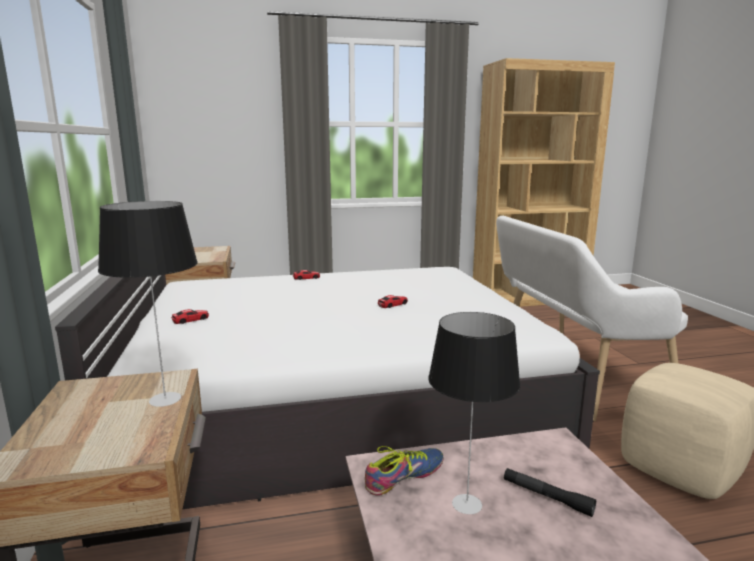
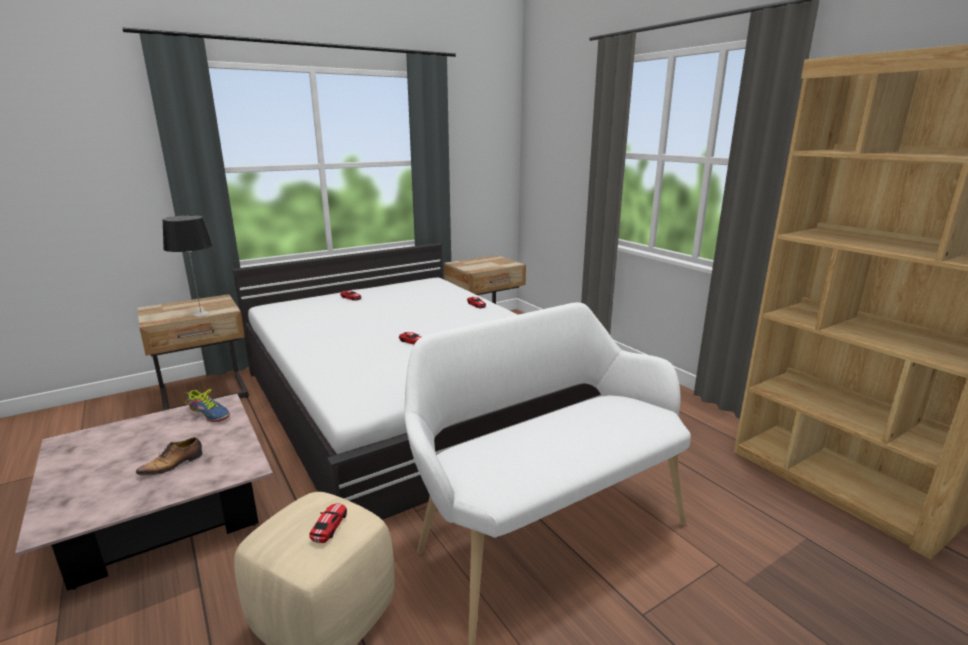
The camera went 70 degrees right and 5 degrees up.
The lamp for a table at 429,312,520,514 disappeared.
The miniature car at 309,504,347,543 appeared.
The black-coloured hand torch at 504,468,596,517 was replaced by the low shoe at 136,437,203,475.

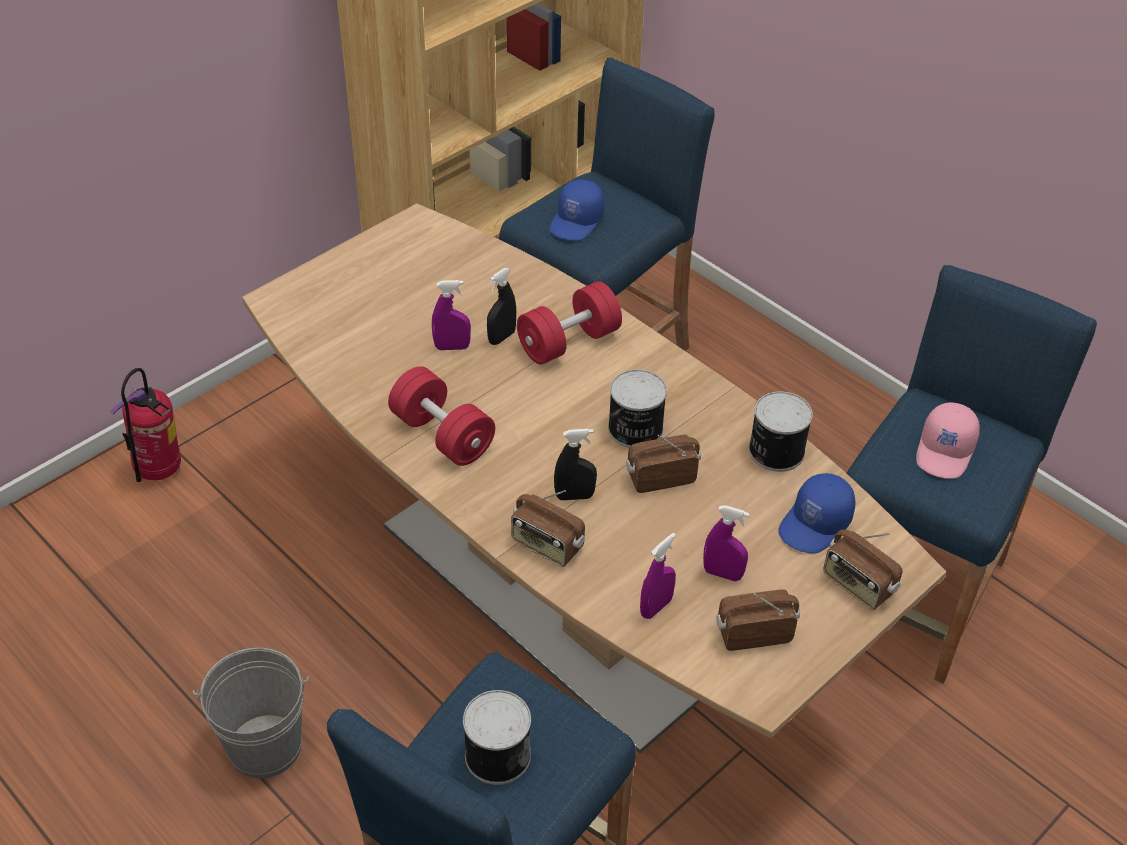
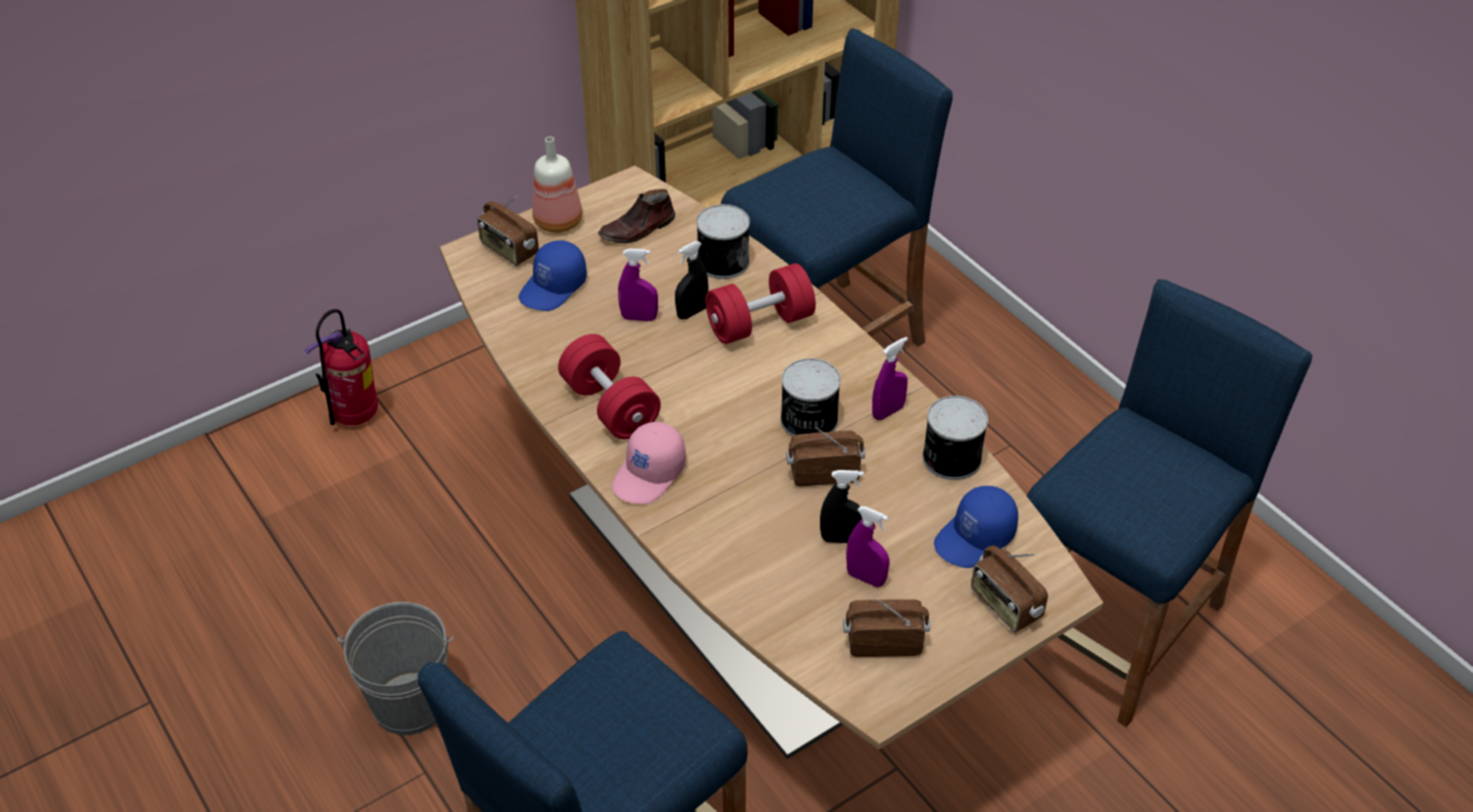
The camera went 10 degrees right and 0 degrees up.
The bottle at 532,137,582,233 appeared.
The brownish low shoe at 598,189,675,243 appeared.
The sealed can moved from 463,690,531,785 to 696,204,750,279.
The radio moved from 511,490,585,567 to 477,195,539,266.
The blue-coloured cap moved from 549,179,604,241 to 519,240,587,311.
The black-coloured sprayer moved from 554,429,597,500 to 820,470,864,543.
The purple-coloured sprayer moved from 640,533,676,619 to 872,337,908,420.
The pink-coloured cap moved from 916,402,980,478 to 612,421,686,504.

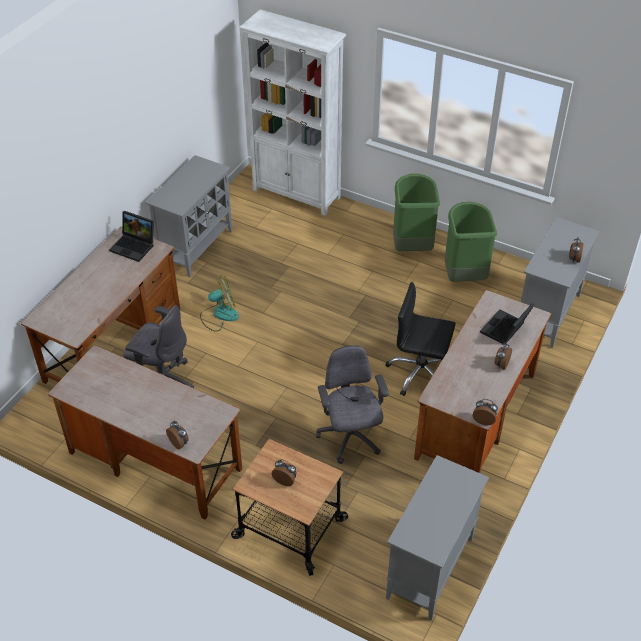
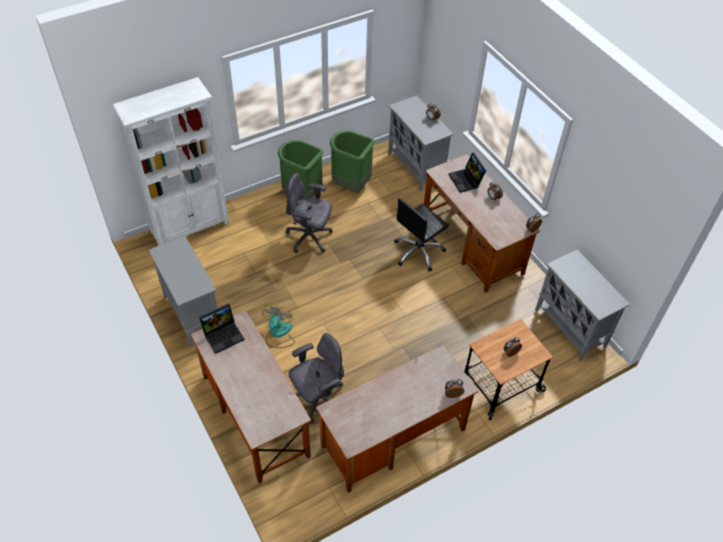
The camera went 60 degrees left and 5 degrees up.
The gray desk chair moved from 316,345,389,464 to 285,173,333,253.

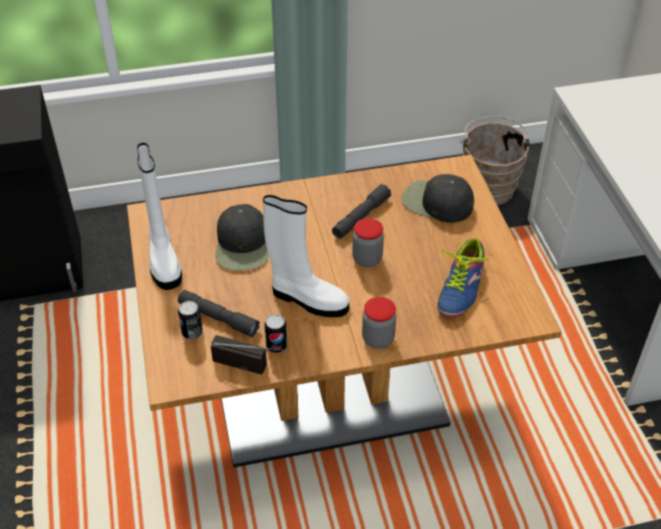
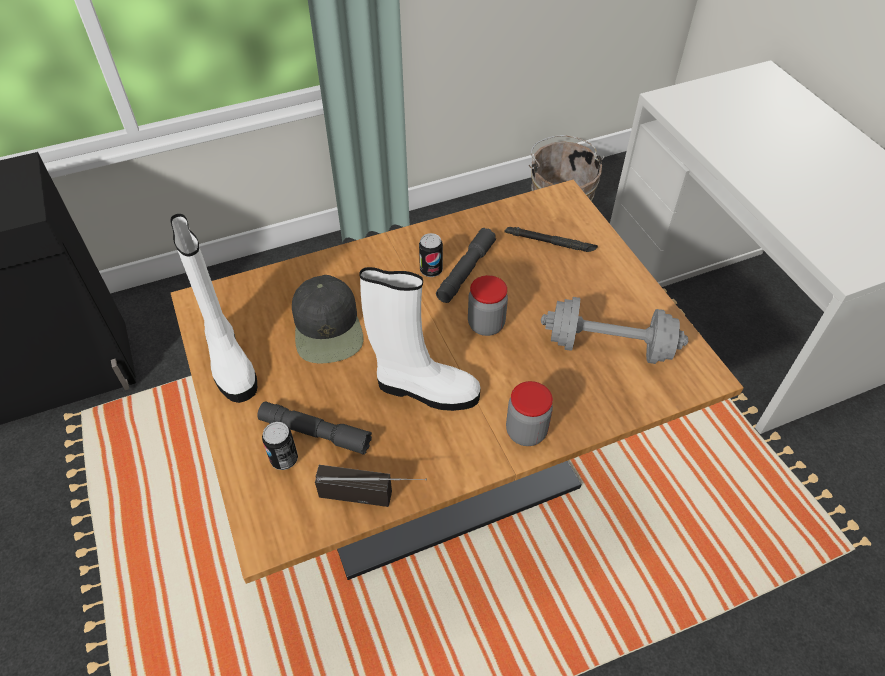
The camera went 10 degrees left and 5 degrees up.
The sealed can moved from 265,314,287,353 to 419,233,443,277.
The black-coloured cap at 402,174,474,223 was replaced by the black-coloured hand torch at 504,227,598,252.
The low shoe at 437,234,489,317 was replaced by the gray hand weight at 541,297,688,364.

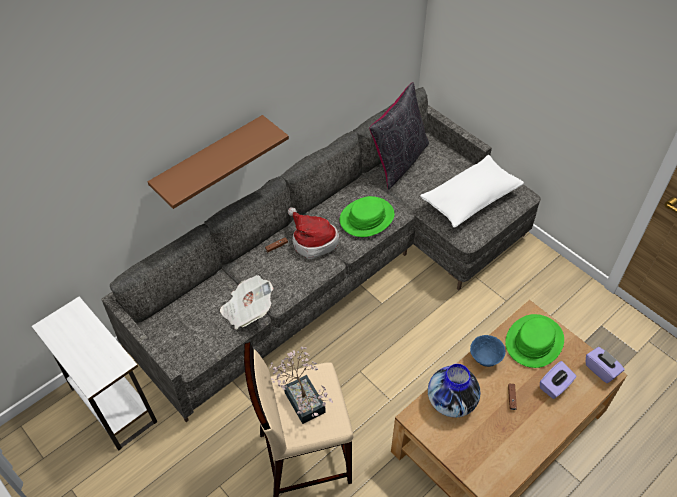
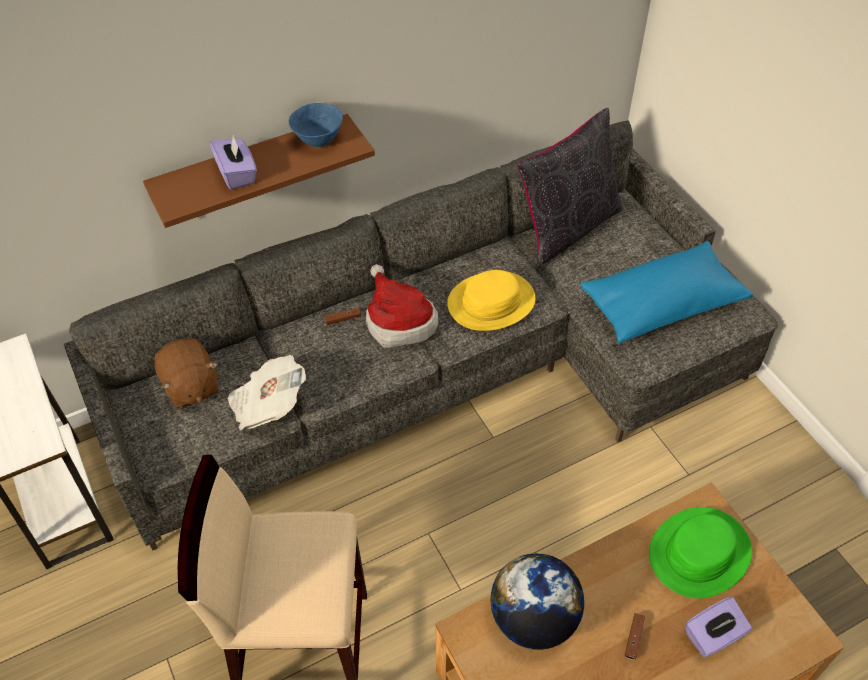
The camera went 15 degrees right and 0 degrees up.
The houseplant at 270,347,333,424 disappeared.
The brownish cuddly toy at 154,338,219,408 appeared.
The blue-coloured bowl moved from 470,335,506,367 to 289,103,343,147.
The purple-coloured tissue holder moved from 586,347,625,383 to 210,134,257,190.
The decorative vase at 428,364,481,417 was replaced by the world globe at 491,553,584,650.
The green clothing hat at 340,196,394,237 became the yellowish clothing hat at 447,270,535,331.
The white pillow at 420,155,524,228 became the blue-coloured pillow at 580,241,753,343.

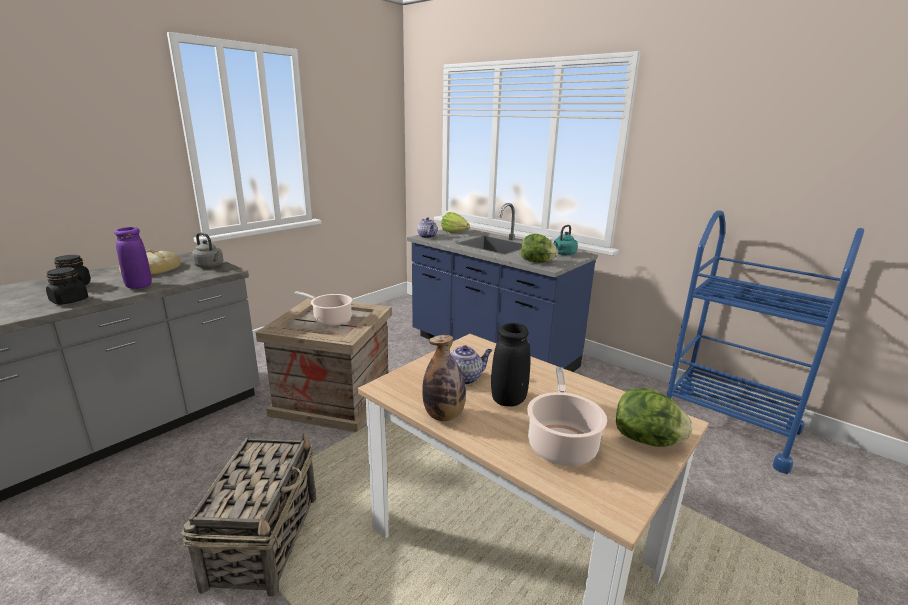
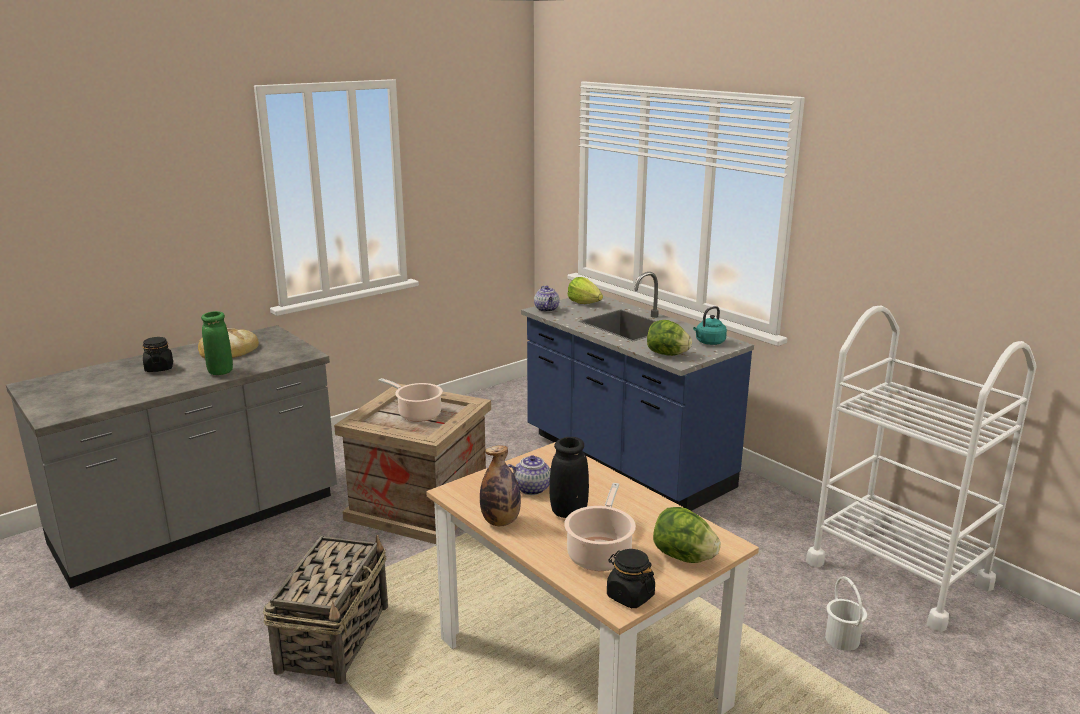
The camera went 10 degrees right and 0 degrees up.
The gray tea kettle at 192,232,223,268 disappeared.
The white water bucket at 825,576,867,651 appeared.
The black-coloured preserve jar moved from 46,267,88,305 to 607,549,655,608.
The purple-coloured decorative vase at 114,227,152,289 became the green decorative vase at 201,311,233,375.
The blue-coloured cart at 667,210,864,474 became the white cart at 806,305,1036,632.

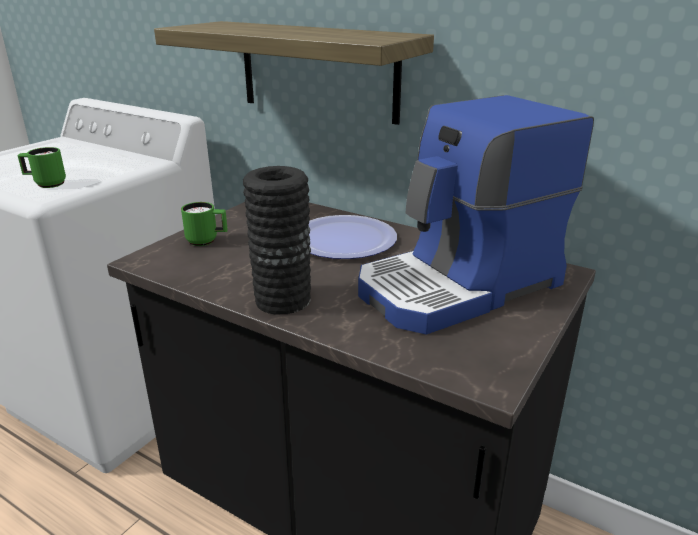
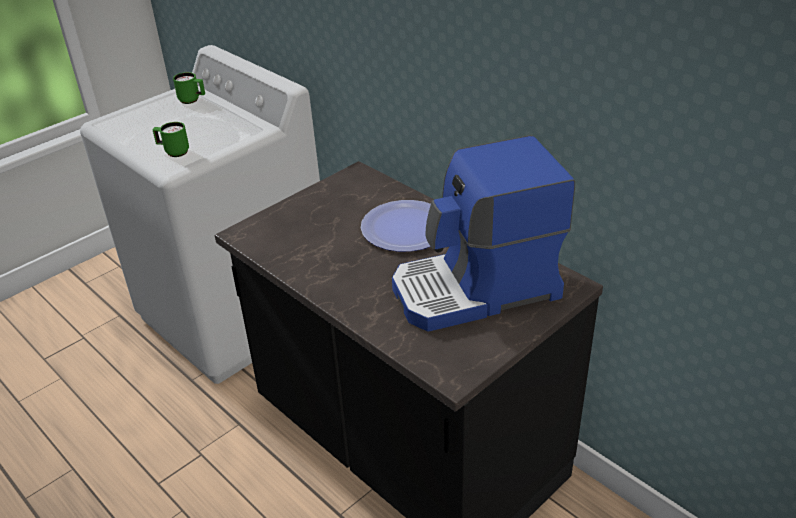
The camera went 15 degrees right and 10 degrees up.
The wall shelf at 154,21,434,125 disappeared.
The black-coloured decorative vase at 243,166,311,315 disappeared.
The green tea mug moved from 181,202,228,246 to 173,72,205,104.

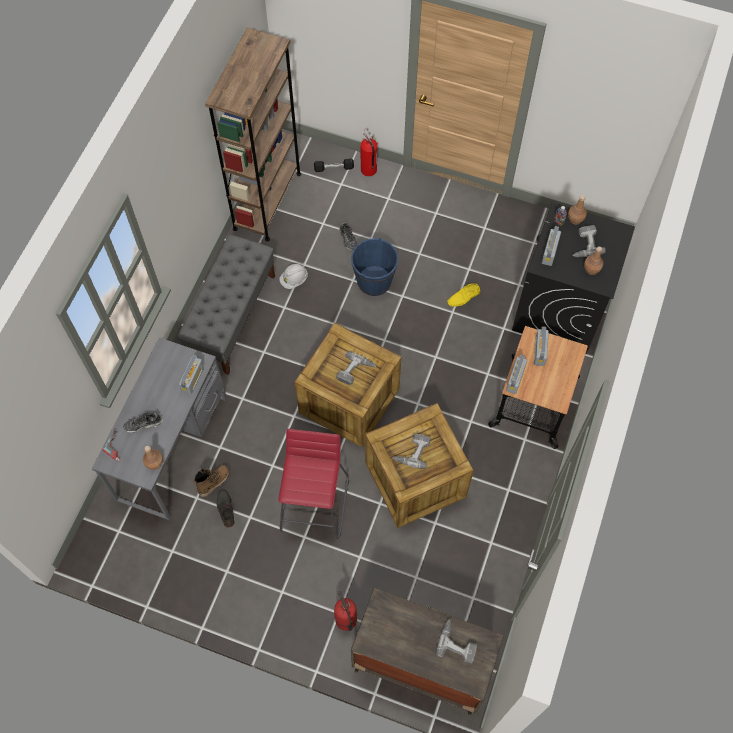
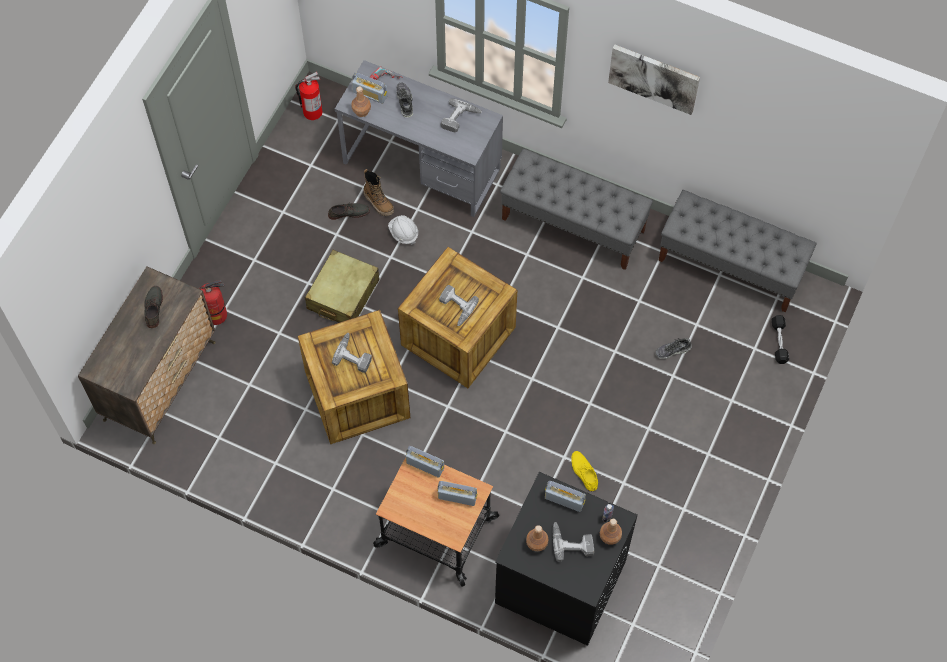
The camera went 95 degrees right and 0 degrees up.
The blue-coloured water bucket at 351,238,399,296 disappeared.
The gray low shoe at 145,286,163,328 appeared.
The picture at 608,45,700,115 appeared.
The radio moved from 179,354,204,395 to 352,73,387,104.
The white safety helmet moved from 279,264,308,289 to 388,215,418,245.
The fire extinguisher moved from 361,129,377,176 to 295,72,322,120.
The drill moved from 436,619,477,664 to 441,98,482,132.
The brownish shelving unit at 205,27,301,241 was replaced by the gray bench at 658,190,817,313.
The red-coloured stool seat at 278,429,349,539 was replaced by the beige travel case at 305,250,379,323.

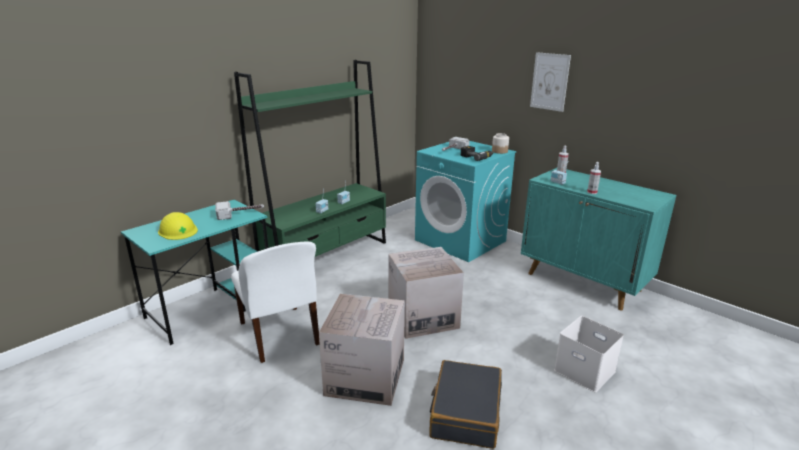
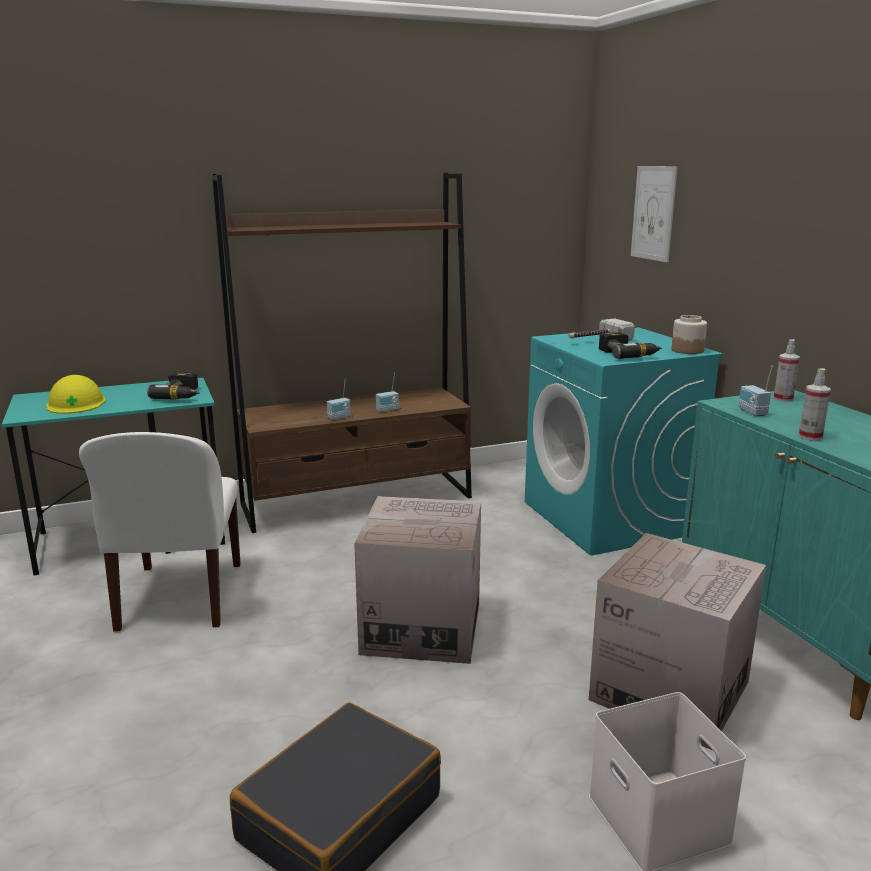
The camera went 25 degrees right and 5 degrees down.
The carton moved from 319,294,405,406 to 589,533,766,750.
The picture moved from 530,52,571,112 to 631,166,678,262.
The tool hammer at 215,201,264,220 was replaced by the drill at 147,372,200,399.
The green shelving unit at 234,60,386,257 became the brownish shelving unit at 212,173,472,533.

